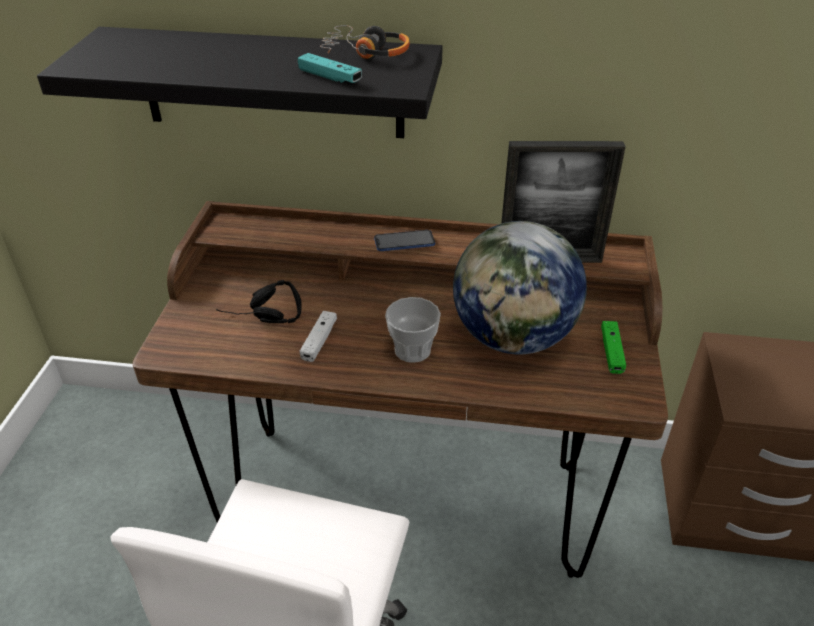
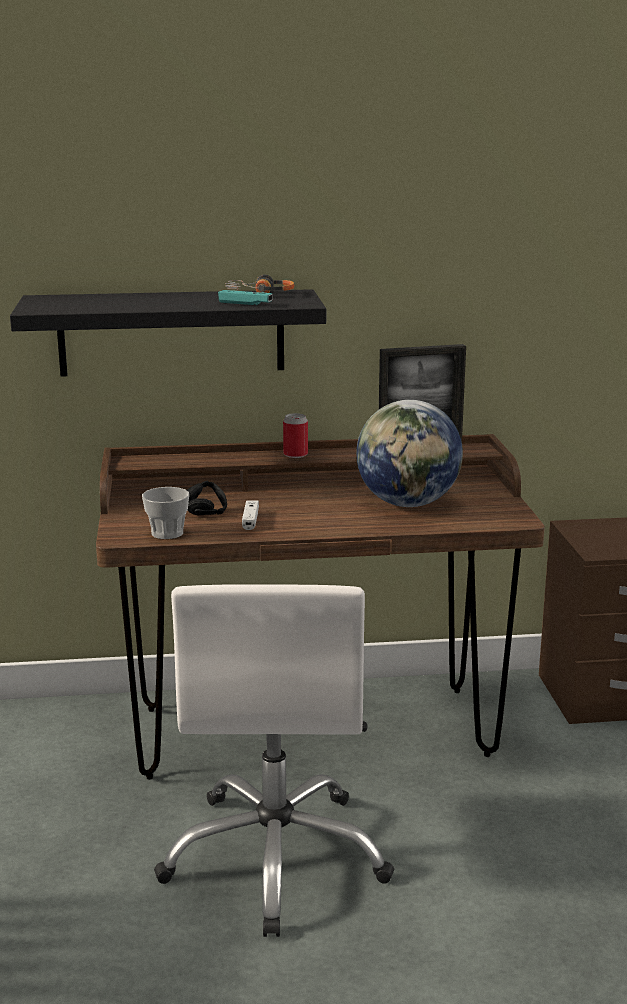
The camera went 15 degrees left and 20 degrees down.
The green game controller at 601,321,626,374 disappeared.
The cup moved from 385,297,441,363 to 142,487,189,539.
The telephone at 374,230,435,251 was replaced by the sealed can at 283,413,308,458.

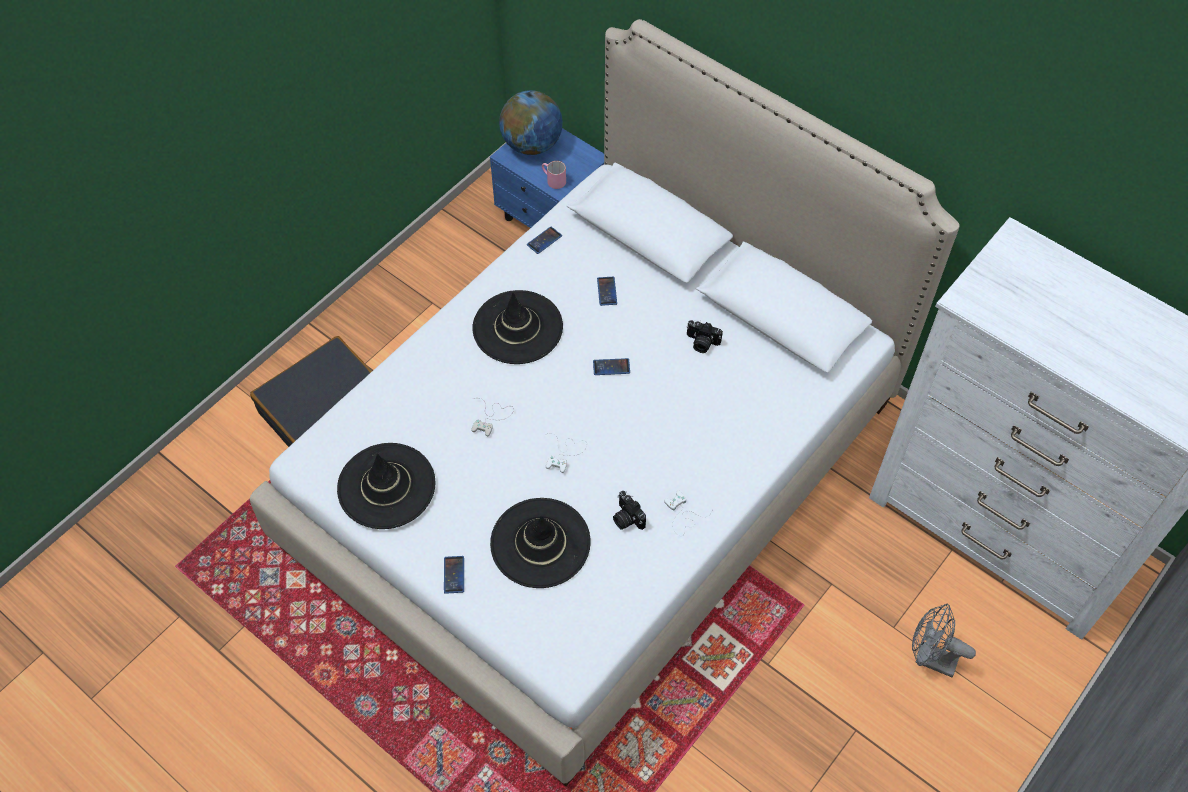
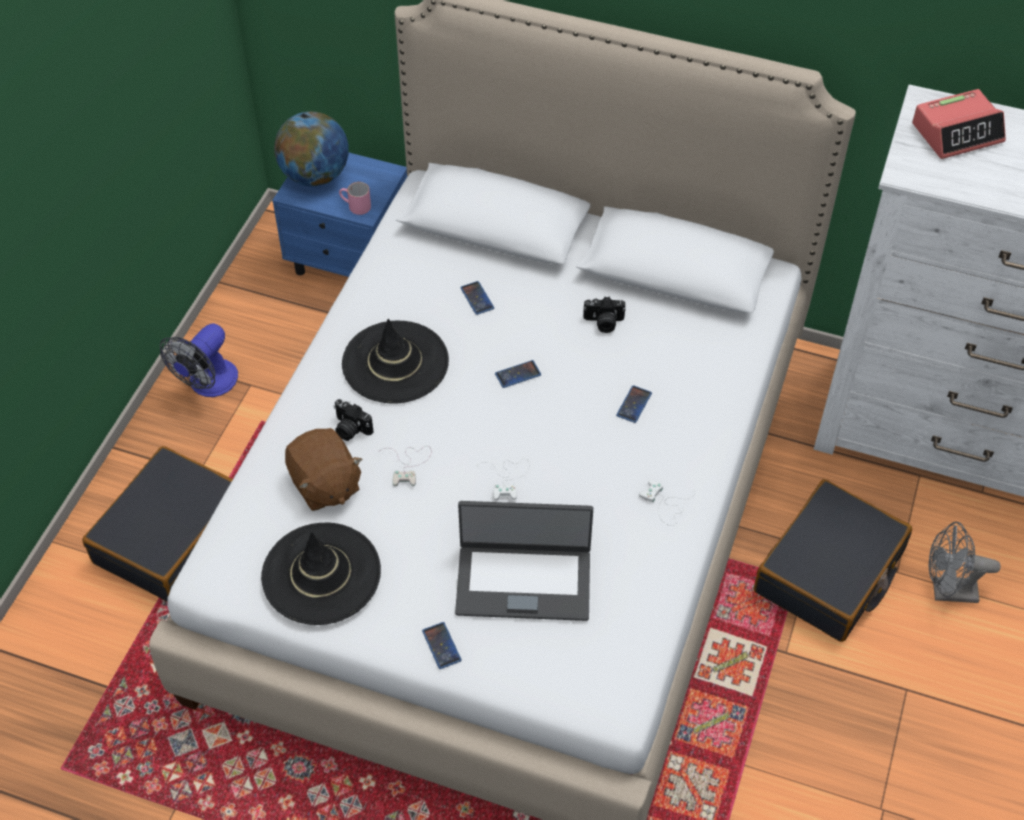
The camera went 20 degrees left and 5 degrees down.
The electric fan at 160,323,238,397 appeared.
The brownish cuddly toy at 285,428,363,511 appeared.
The black-coloured travel case at 754,479,912,642 appeared.
The bedside clock at 912,89,1006,159 appeared.
The telephone moved from 527,226,562,254 to 616,385,652,423.
The photo camera moved from 613,491,646,530 to 334,399,373,441.
The black-coloured clothing hat at 490,498,591,588 was replaced by the portable computer at 455,501,593,621.

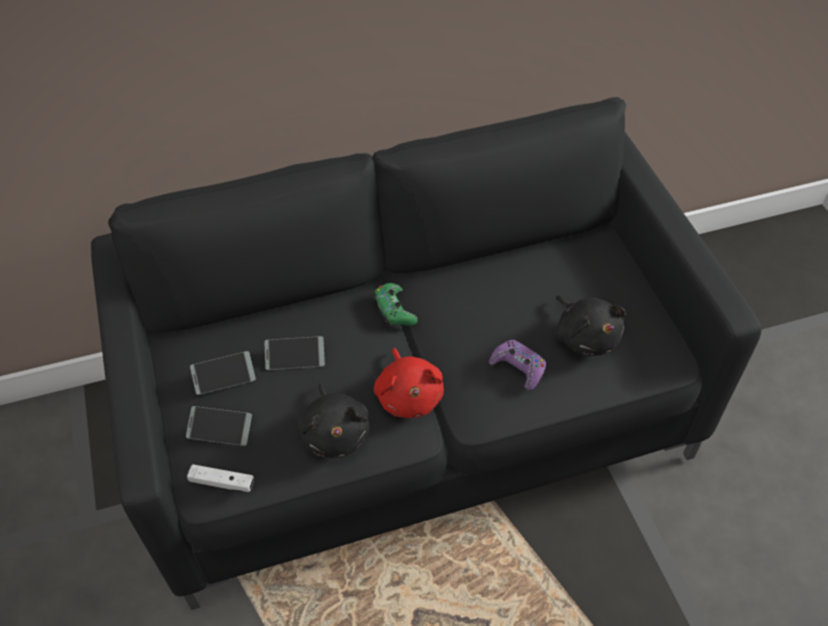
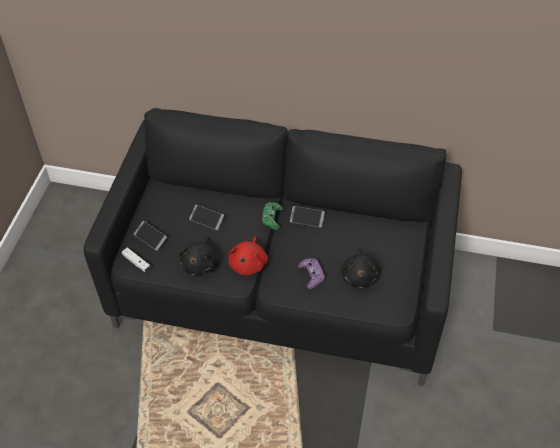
The camera went 30 degrees right and 0 degrees up.
The telephone moved from 190,351,256,395 to 290,206,325,227.

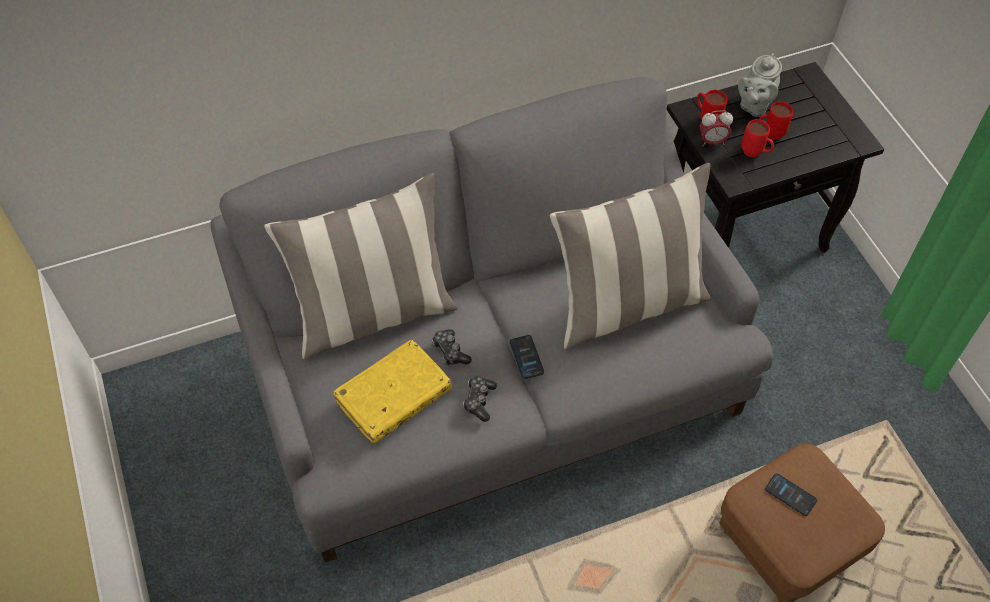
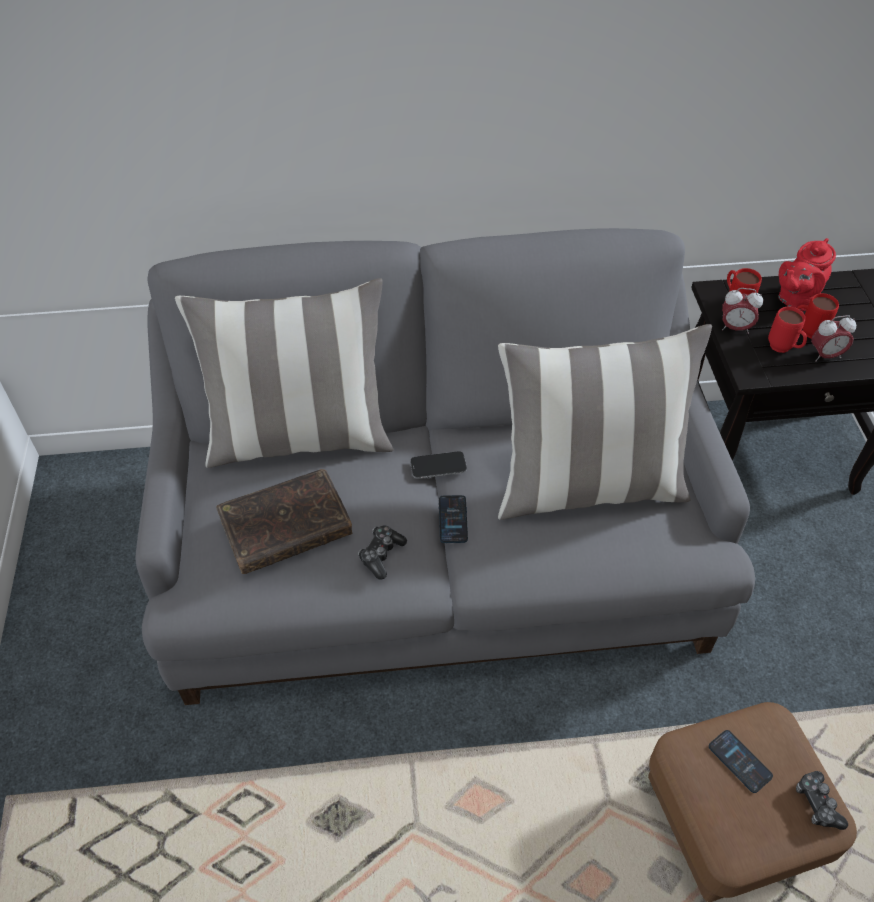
The camera went 15 degrees right and 5 degrees down.
The telephone at 410,451,467,479 appeared.
The bedside clock at 811,315,856,362 appeared.
The game controller moved from 432,329,472,365 to 796,771,848,830.
The yellowish bound book at 333,340,452,444 became the brownish bound book at 216,469,352,574.
The gray tea pot at 738,53,782,117 became the red-coloured tea pot at 778,238,836,312.

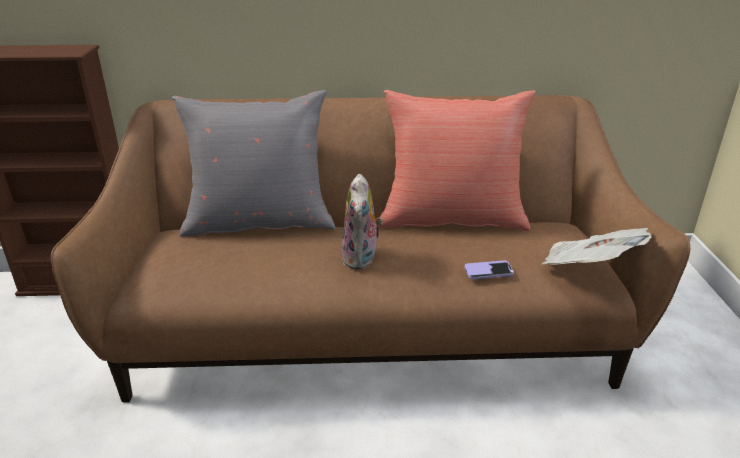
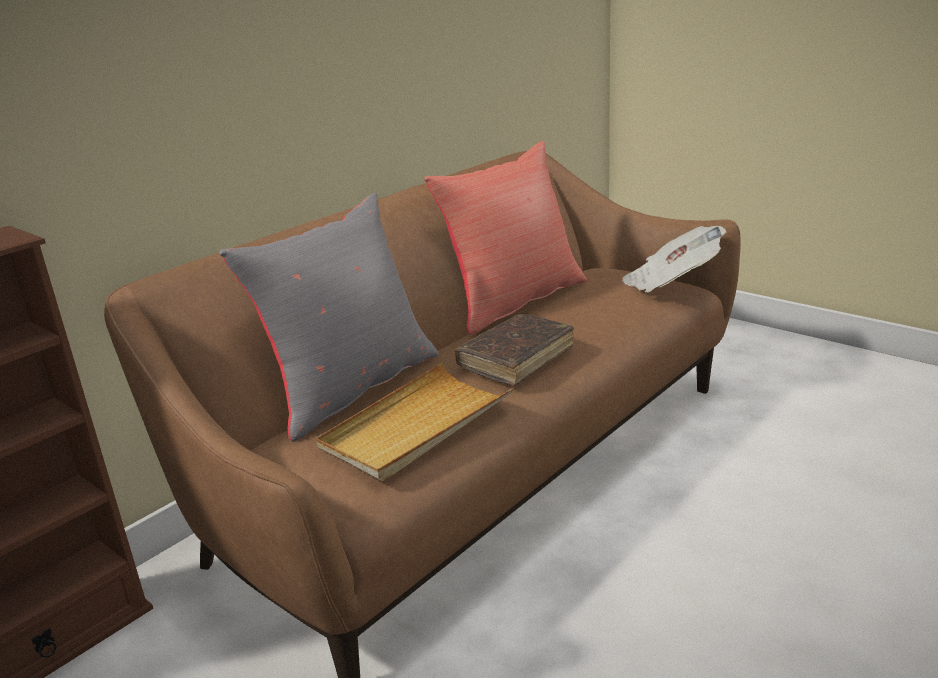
The camera went 45 degrees left and 5 degrees down.
The telephone at 464,260,514,279 disappeared.
The beige tray at 316,363,513,481 appeared.
The cuddly toy at 342,174,383,269 was replaced by the brownish bound book at 455,314,574,386.

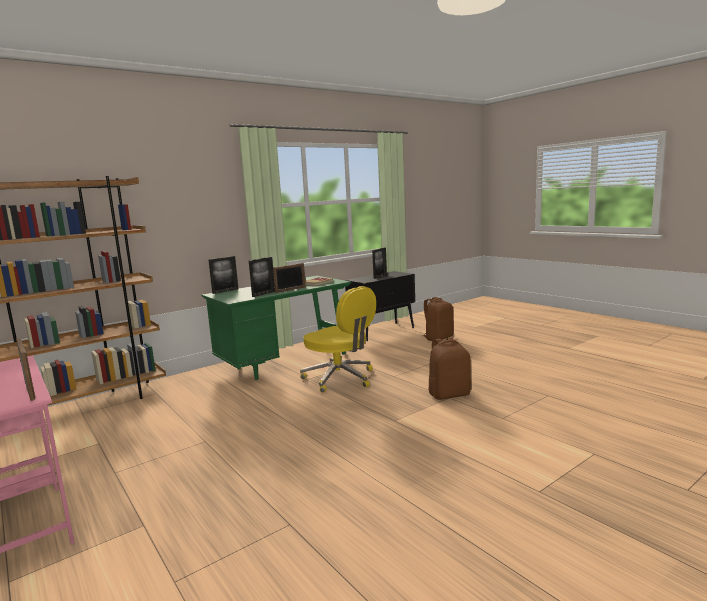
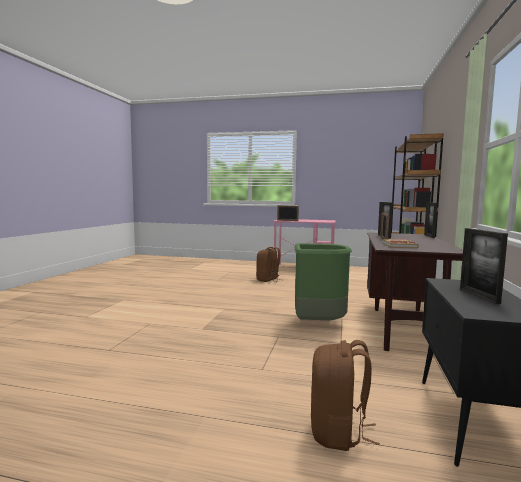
The camera went 140 degrees right and 5 degrees down.
The brownish knapsack moved from 428,337,471,400 to 256,247,281,282.
The yellowish desk chair at 300,286,376,393 was replaced by the green waste bin at 294,243,352,320.
The green desk table at 201,276,351,380 became the brownish desk table at 367,232,463,351.

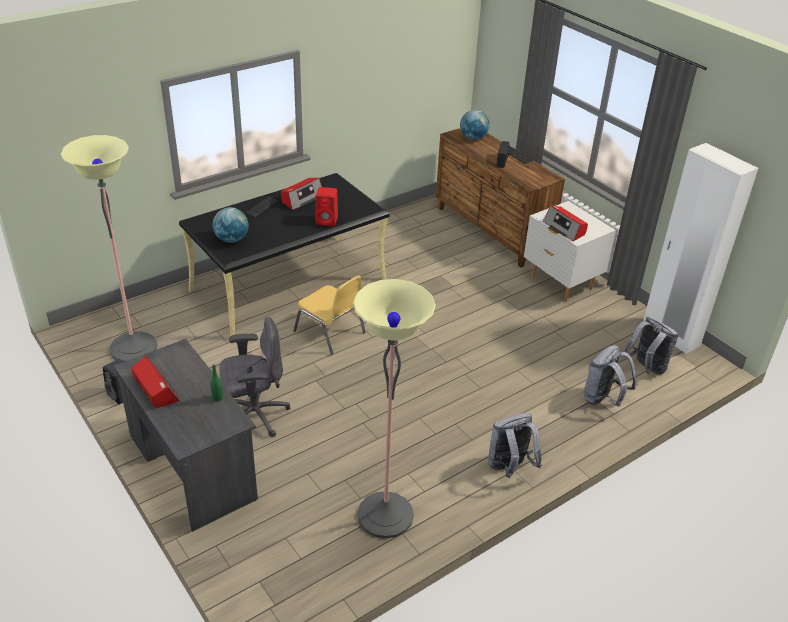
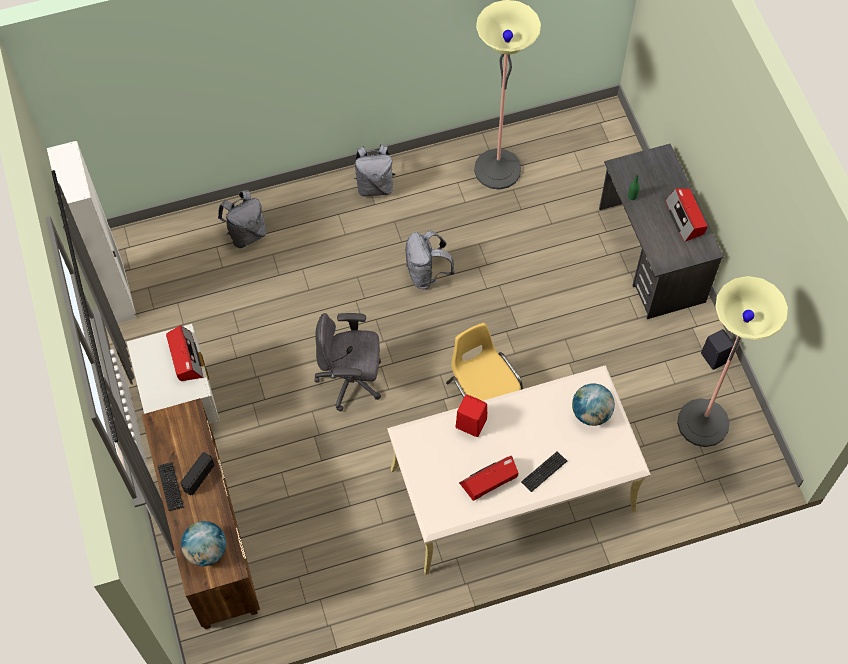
The camera went 160 degrees left and 25 degrees up.
The gray desk chair moved from 219,317,290,437 to 315,313,381,411.
The gray knapsack moved from 623,317,678,375 to 405,231,455,289.
The black-coloured desk table at 179,173,390,336 became the beige desk table at 388,366,651,575.

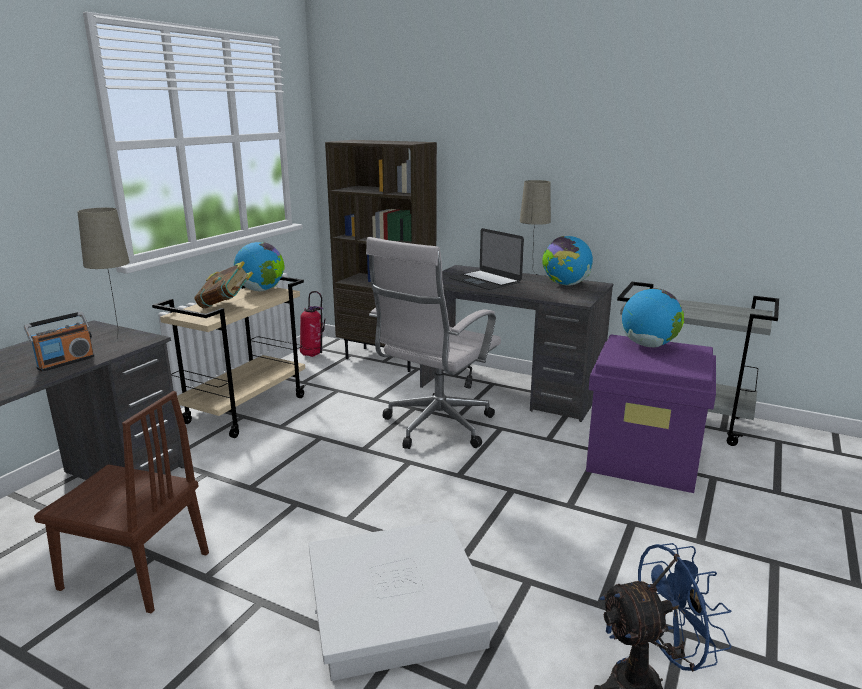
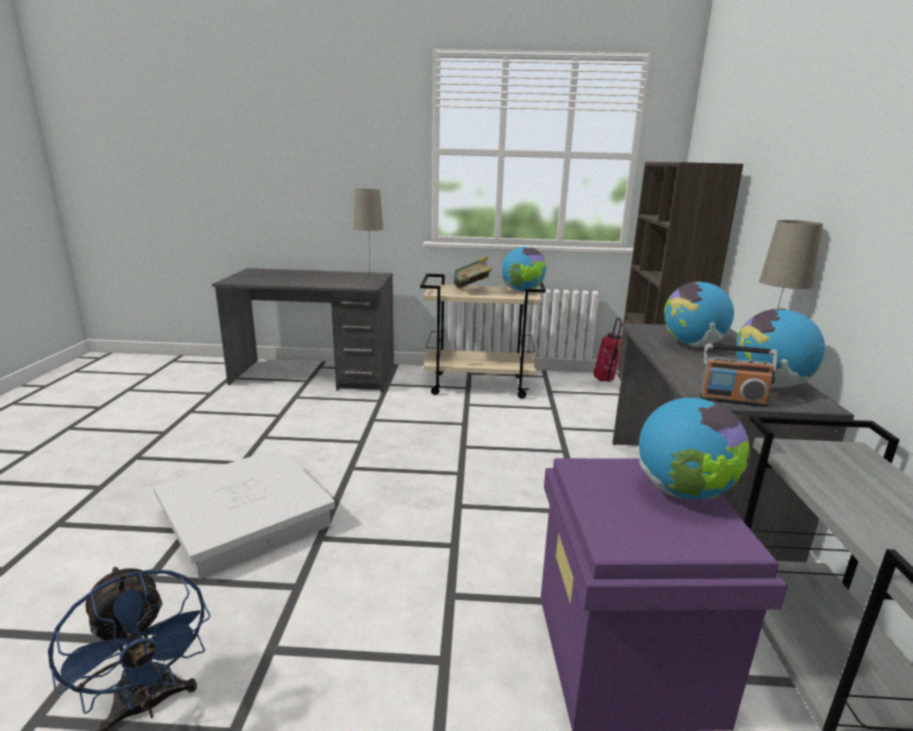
The camera went 65 degrees right and 0 degrees up.
The brownish plain chair at 34,391,209,613 disappeared.
The white desk chair at 366,237,501,449 disappeared.
The radio moved from 24,312,95,372 to 699,344,777,407.
The portable computer at 449,228,524,290 was replaced by the world globe at 664,281,734,347.

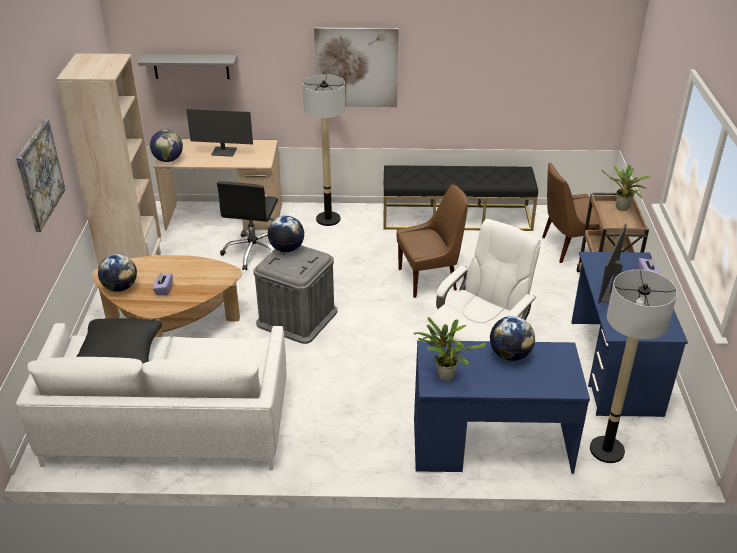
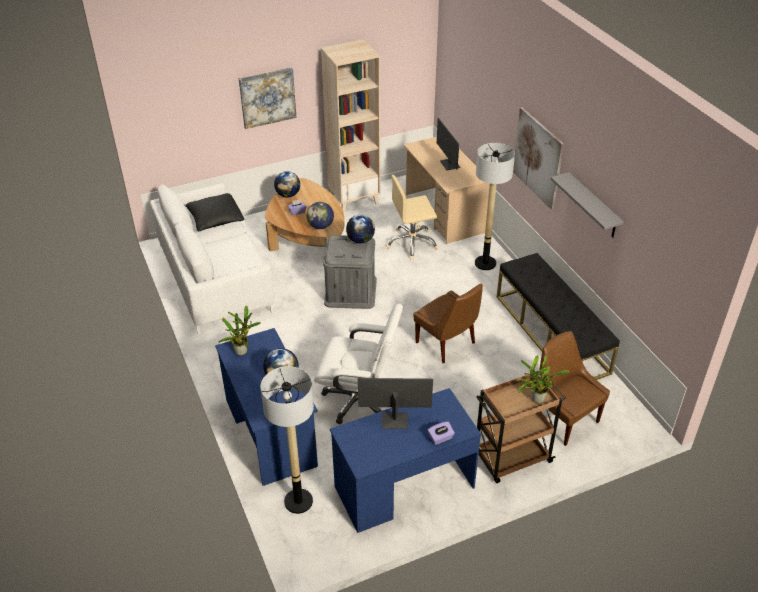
The camera went 65 degrees right and 5 degrees up.
The gray wall shelf moved from 138,54,237,79 to 551,172,624,238.
The world globe moved from 150,129,183,162 to 307,202,334,229.
The black-coloured desk chair at 217,181,278,270 became the beige desk chair at 386,175,439,260.

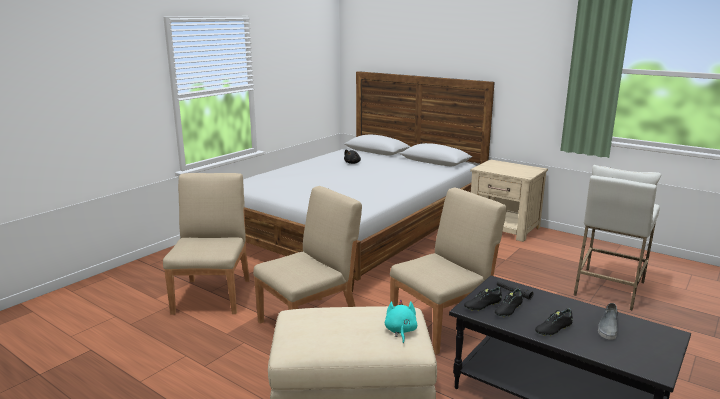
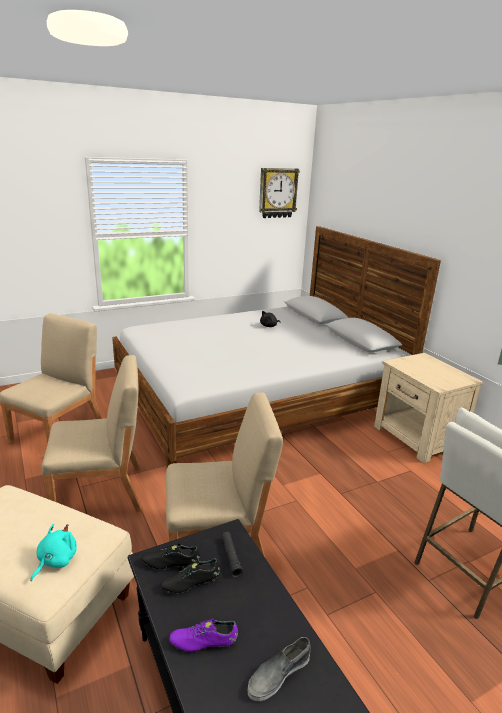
The camera went 25 degrees right and 5 degrees up.
The clock on the wall at 259,168,300,218 appeared.
The black-coloured low shoe at 535,308,573,336 became the purple-coloured low shoe at 169,619,238,652.

